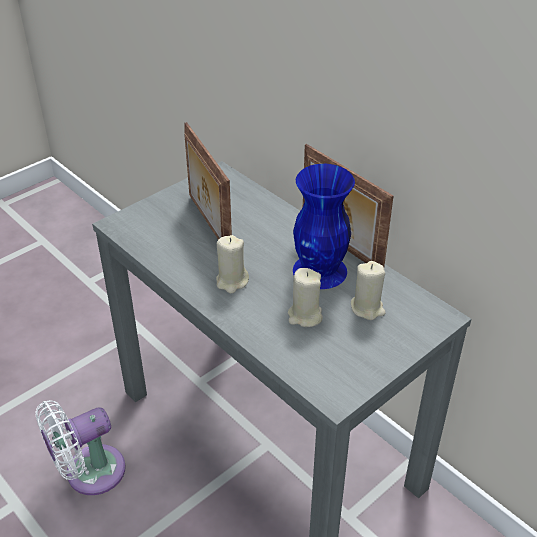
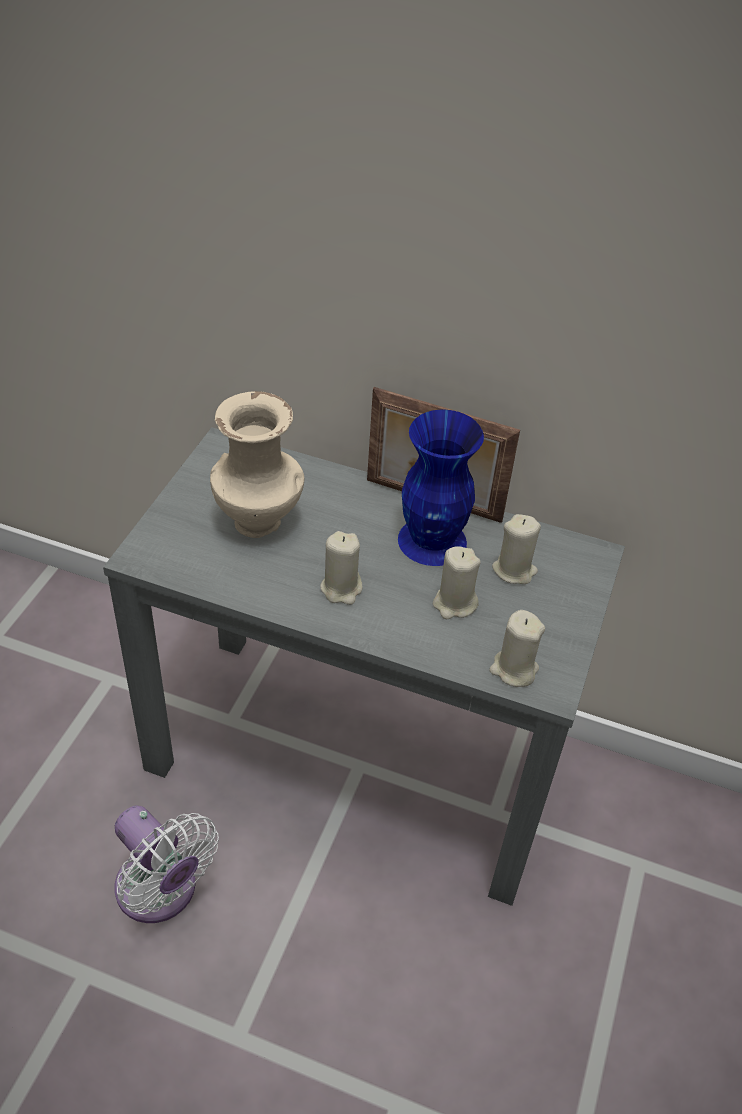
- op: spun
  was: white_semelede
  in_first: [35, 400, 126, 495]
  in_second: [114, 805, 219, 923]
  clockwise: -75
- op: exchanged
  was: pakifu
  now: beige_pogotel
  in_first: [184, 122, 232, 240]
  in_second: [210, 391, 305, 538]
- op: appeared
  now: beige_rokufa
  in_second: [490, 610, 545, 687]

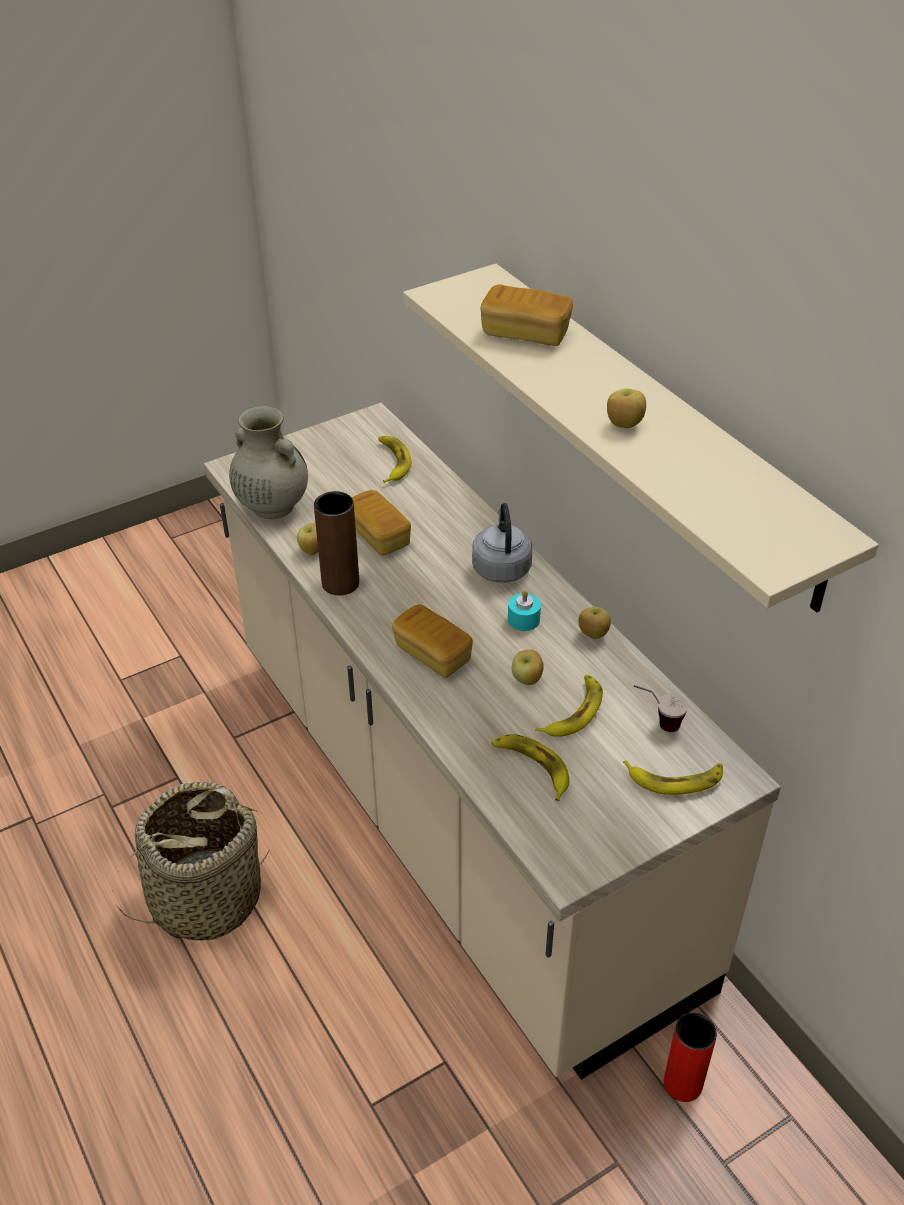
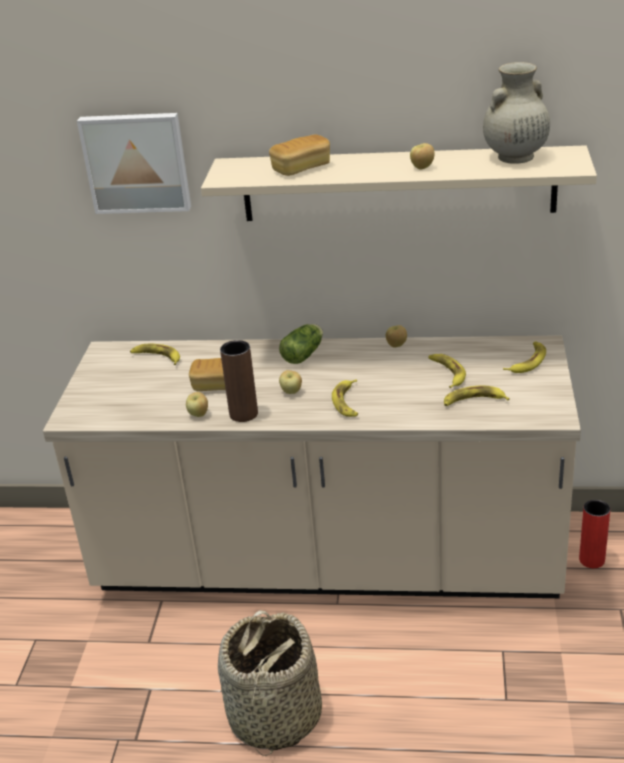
- op: relocated
  was: beige_pogotel
  in_first: [229, 406, 308, 519]
  in_second: [483, 62, 550, 164]
- op: exchanged
  was: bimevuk
  now: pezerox
  in_first: [392, 604, 473, 678]
  in_second: [332, 379, 358, 417]
- op: exchanged
  was: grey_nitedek
  now: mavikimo
  in_first: [472, 503, 533, 583]
  in_second: [279, 324, 323, 364]
- op: missing
  was: turquoise_rokufa
  in_first: [508, 590, 541, 631]
- op: relocated
  was: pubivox
  in_first: [511, 649, 544, 685]
  in_second: [279, 370, 302, 394]
- op: missing
  was: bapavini
  in_first: [634, 685, 689, 732]
- op: appeared
  now: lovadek
  in_second: [77, 113, 191, 214]

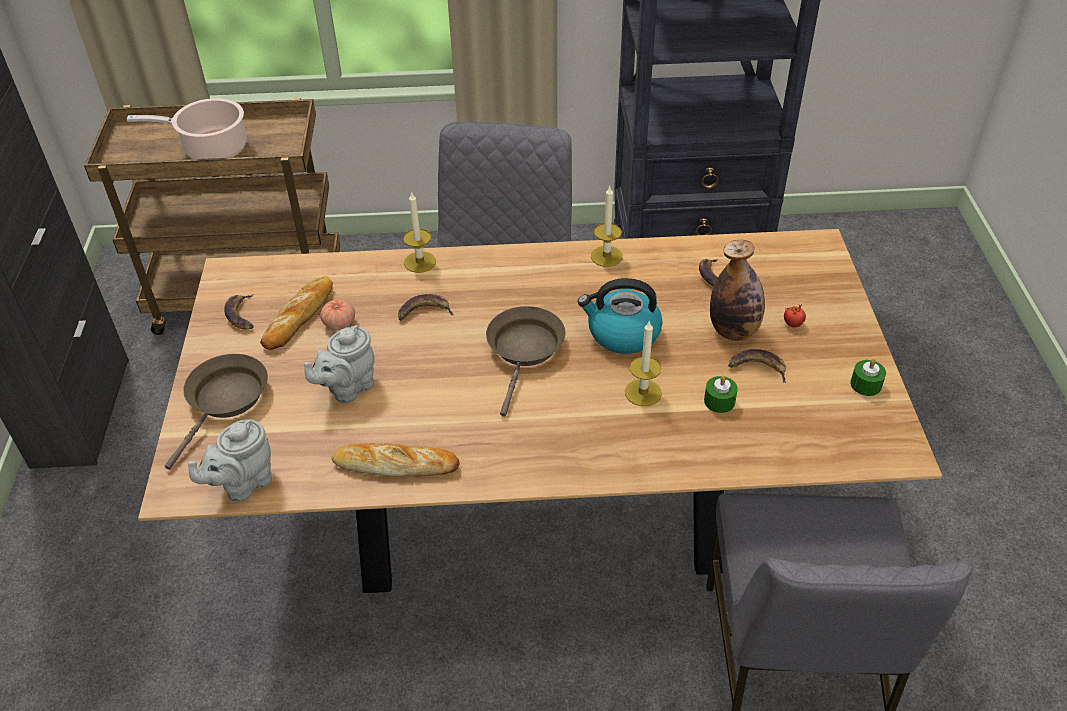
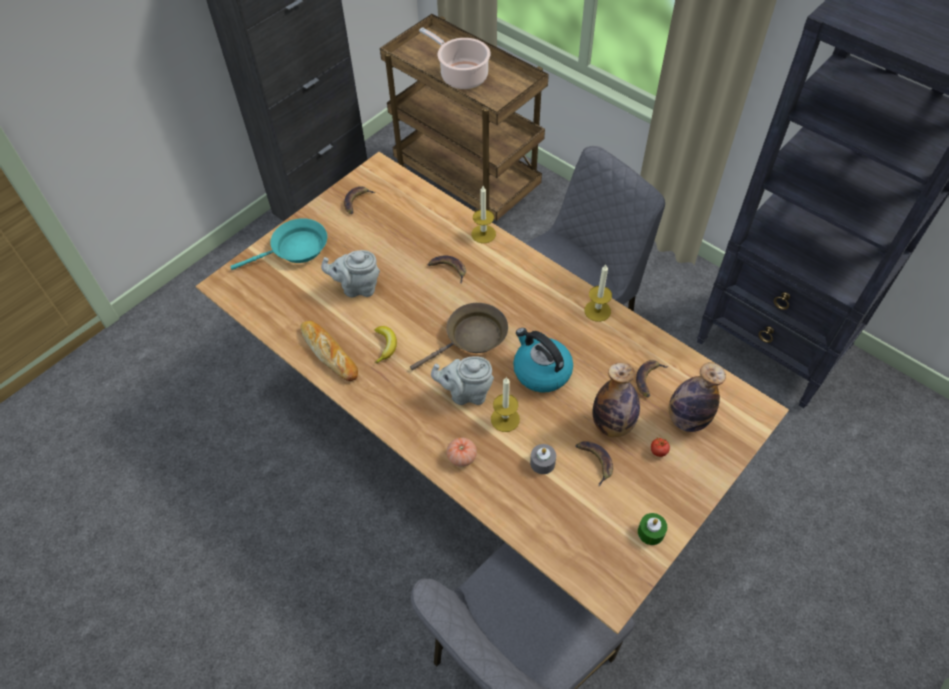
- op: colour
  was: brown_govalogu
  now: turquoise_govalogu
  in_first: [165, 354, 268, 470]
  in_second: [230, 218, 327, 270]
- op: relocated
  was: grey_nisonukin
  in_first: [188, 419, 272, 502]
  in_second: [431, 357, 494, 405]
- op: missing
  was: bimevuk
  in_first: [260, 276, 333, 350]
- op: relocated
  was: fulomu
  in_first: [320, 299, 355, 330]
  in_second: [447, 438, 477, 467]
- op: colour
  was: green_rokufa
  now: grey_rokufa
  in_first: [704, 375, 738, 413]
  in_second: [530, 444, 556, 474]
- op: appeared
  now: pezerox
  in_second: [375, 326, 397, 363]
- op: appeared
  now: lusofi
  in_second: [669, 362, 726, 432]

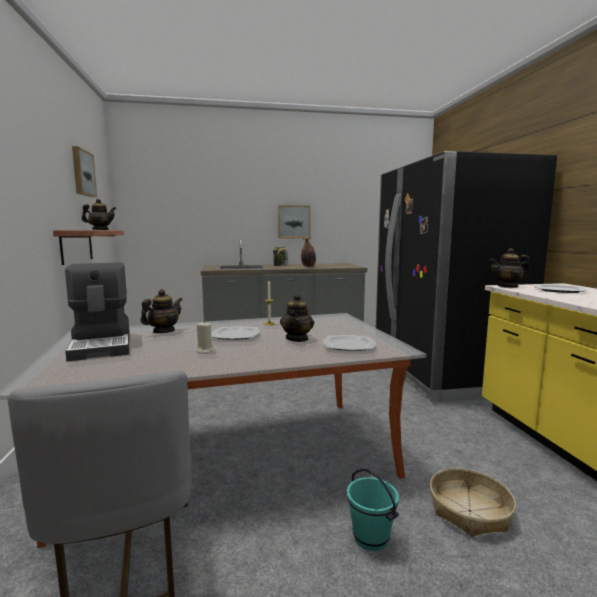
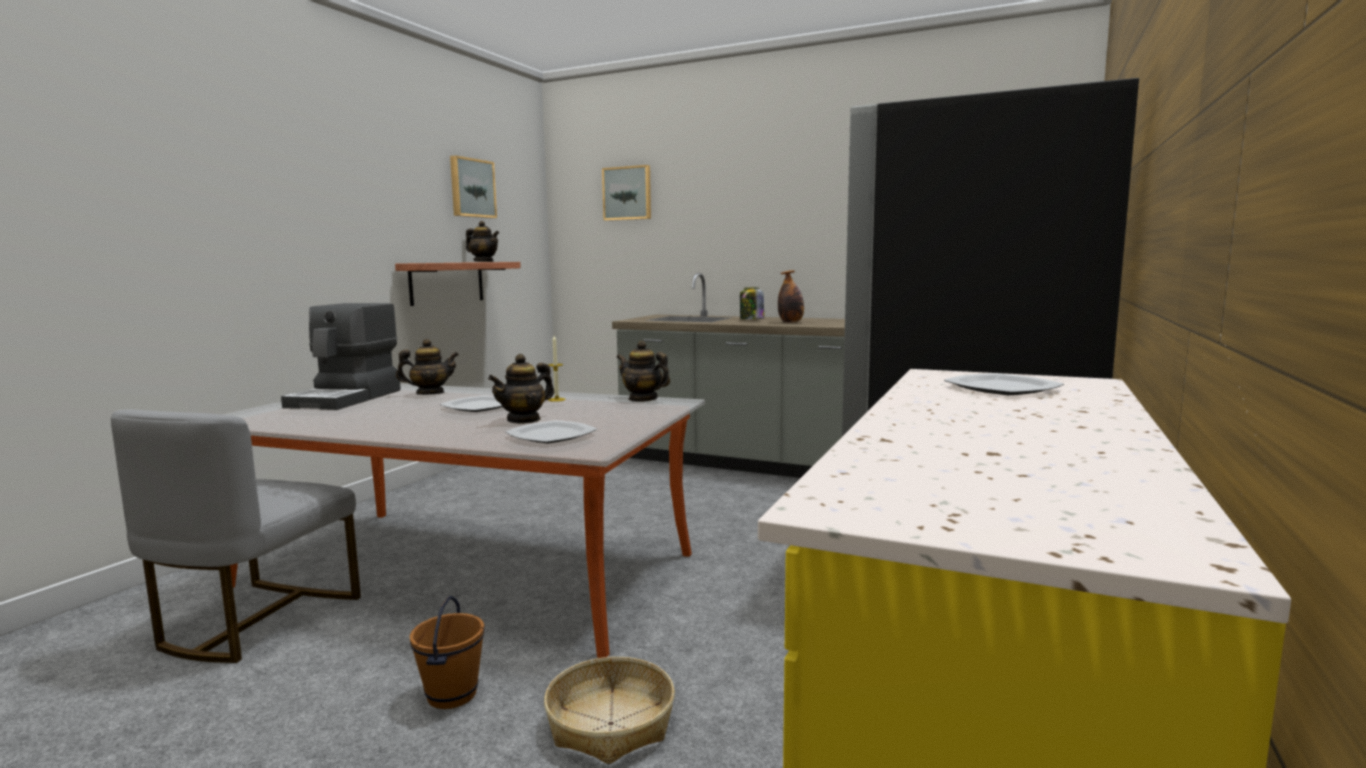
- op: missing
  was: beige_rokufa
  in_first: [196, 322, 214, 354]
- op: relocated
  was: lovadek
  in_first: [278, 205, 310, 238]
  in_second: [602, 165, 651, 221]
- op: colour
  was: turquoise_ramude
  now: brown_ramude
  in_first: [347, 468, 399, 551]
  in_second: [410, 596, 485, 709]
- op: relocated
  was: nisonukin
  in_first: [490, 248, 530, 288]
  in_second: [617, 341, 670, 402]

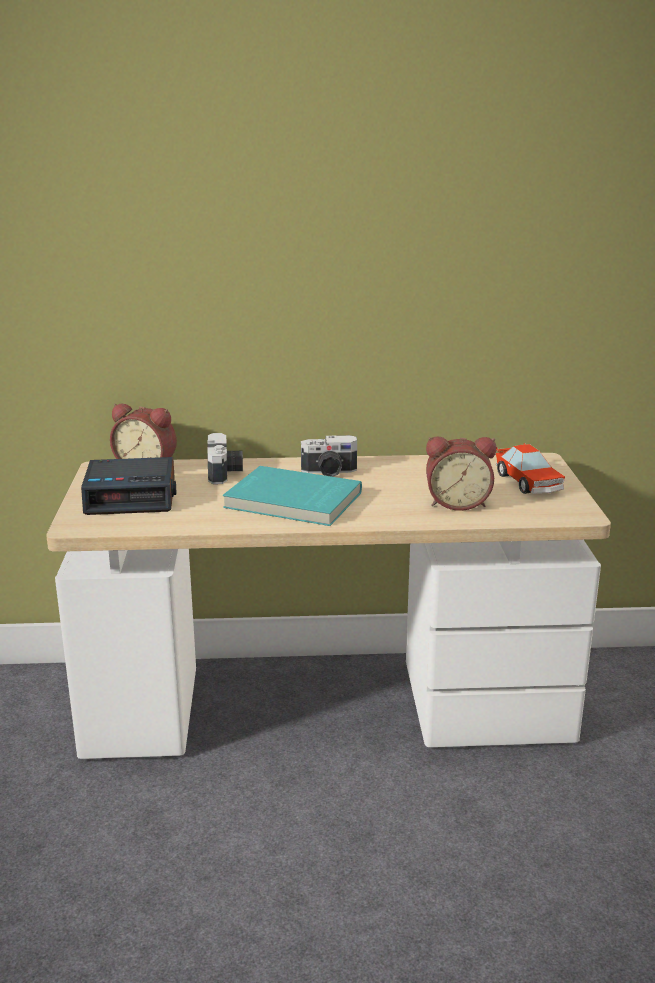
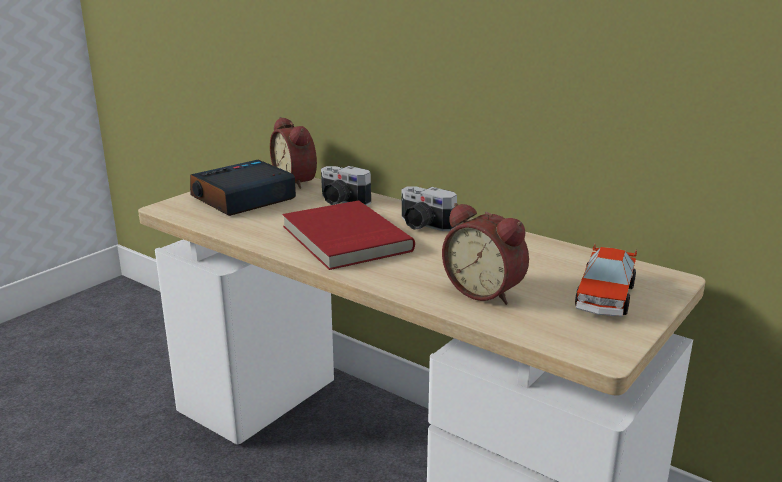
- op: spun
  was: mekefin
  in_first: [81, 457, 176, 515]
  in_second: [190, 160, 296, 216]
  clockwise: 105
- op: spun
  was: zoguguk
  in_first: [207, 433, 243, 484]
  in_second: [321, 166, 371, 206]
  clockwise: 90
- op: colour
  was: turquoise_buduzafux
  now: red_buduzafux
  in_first: [223, 466, 362, 526]
  in_second: [283, 200, 415, 270]

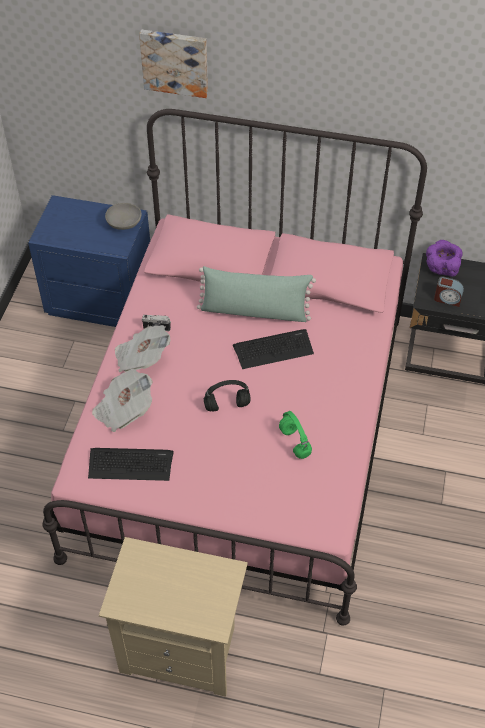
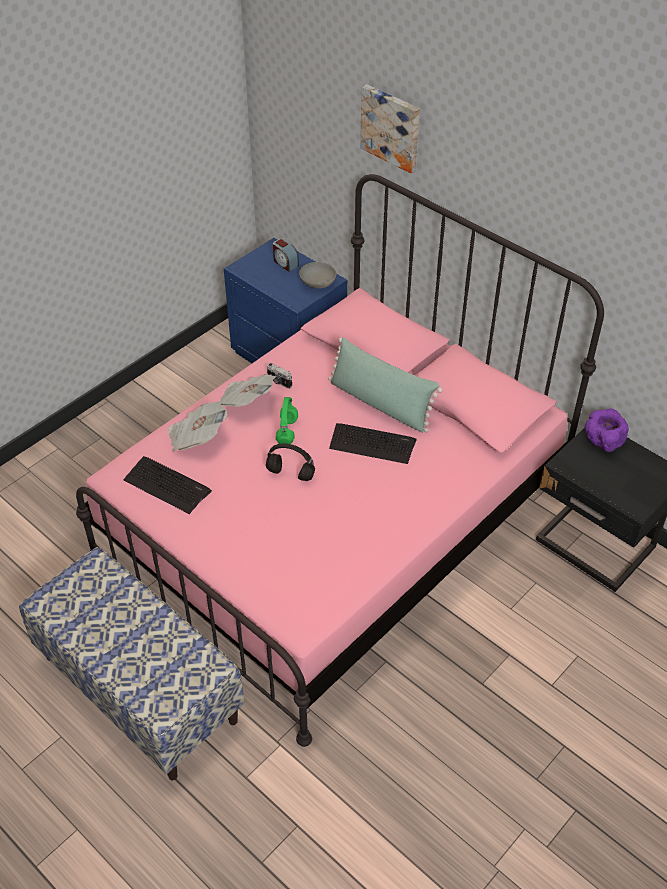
- op: exchanged
  was: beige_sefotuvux
  now: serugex
  in_first: [99, 537, 248, 697]
  in_second: [19, 547, 244, 780]
- op: relocated
  was: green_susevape
  in_first: [279, 411, 312, 459]
  in_second: [276, 397, 298, 444]
- op: relocated
  was: mekefin
  in_first: [434, 276, 464, 307]
  in_second: [273, 238, 299, 272]

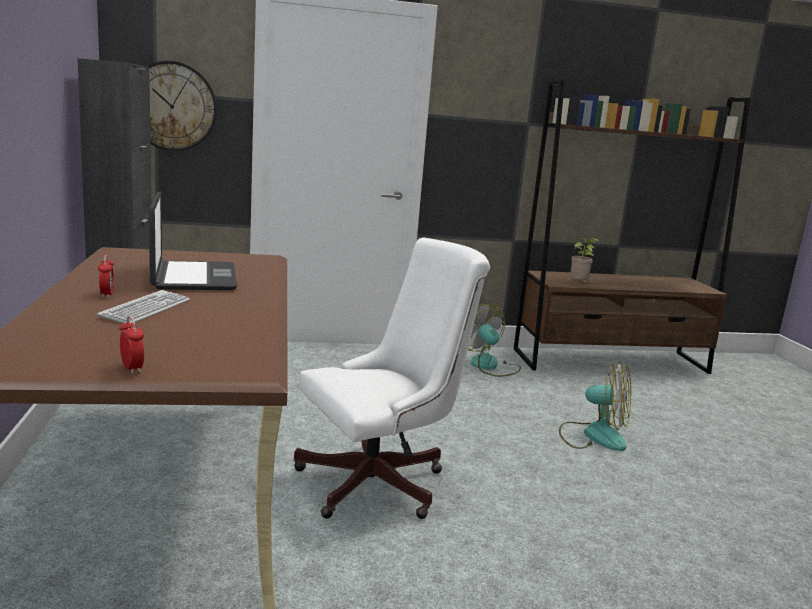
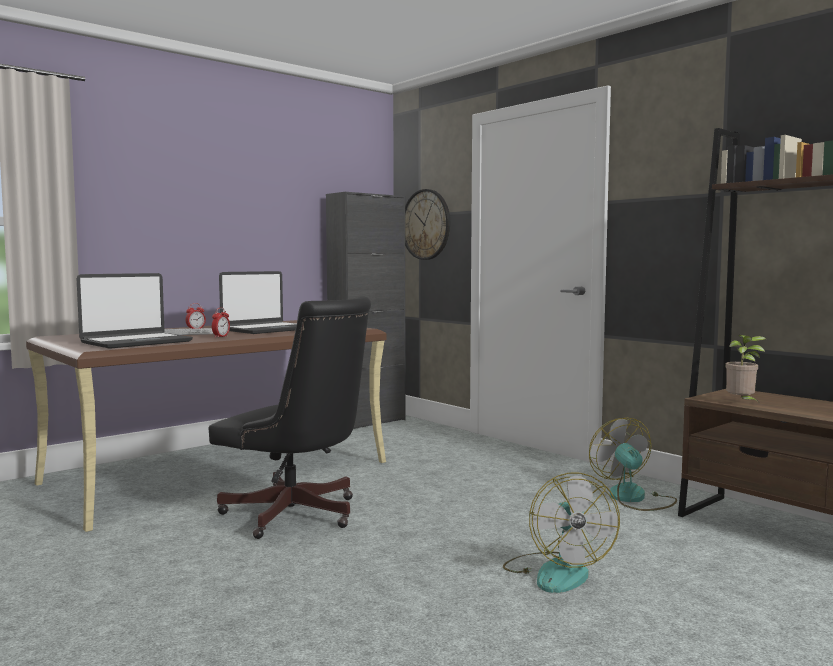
- op: relocated
  was: mekefin
  in_first: [119, 316, 144, 374]
  in_second: [212, 308, 230, 338]
- op: colour
  was: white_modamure
  now: black_modamure
  in_first: [294, 238, 490, 519]
  in_second: [209, 297, 371, 539]
- op: spun
  was: semelede
  in_first: [468, 304, 521, 377]
  in_second: [589, 418, 677, 511]
  clockwise: -45
- op: appeared
  now: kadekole
  in_second: [77, 273, 193, 349]

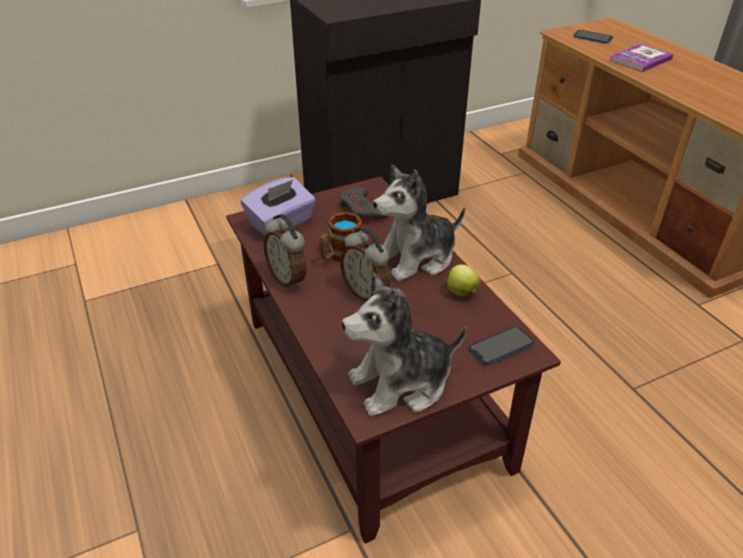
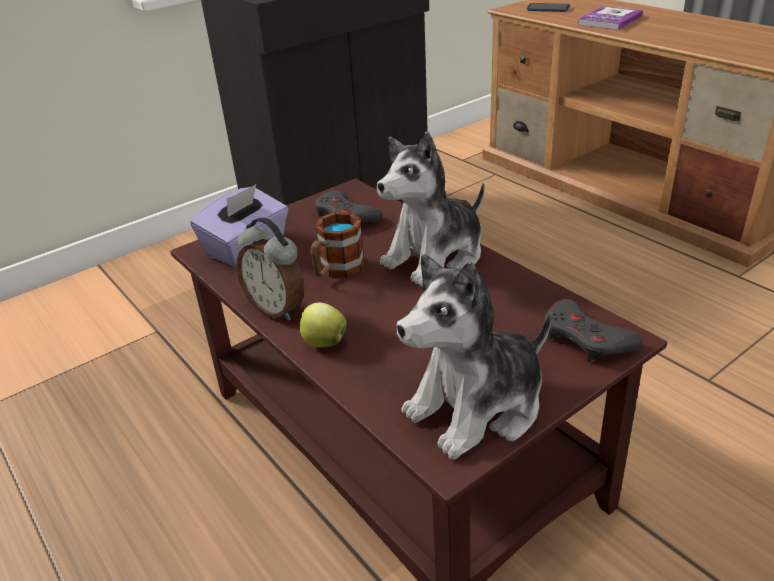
- op: missing
  was: mekefin
  in_first: [340, 227, 391, 301]
- op: relocated
  was: pubivox
  in_first: [447, 264, 481, 296]
  in_second: [300, 303, 346, 347]
- op: exchanged
  was: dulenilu
  now: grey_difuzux
  in_first: [469, 326, 534, 365]
  in_second: [544, 299, 643, 362]

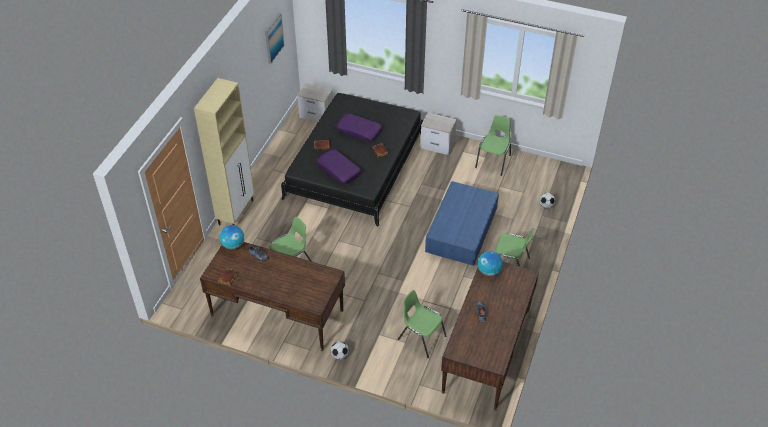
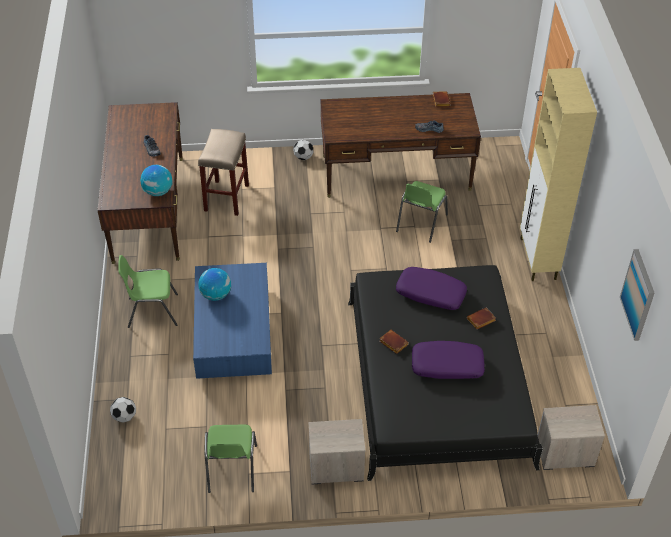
- op: relocated
  was: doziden
  in_first: [220, 225, 244, 249]
  in_second: [198, 268, 231, 301]
- op: exchanged
  was: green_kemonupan
  now: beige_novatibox
  in_first: [398, 290, 446, 358]
  in_second: [198, 129, 249, 216]

